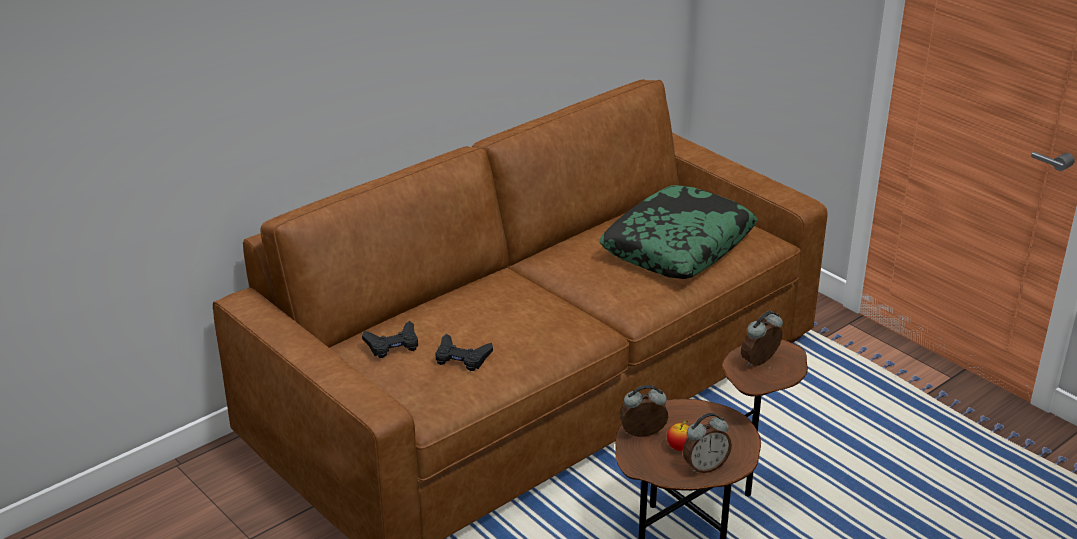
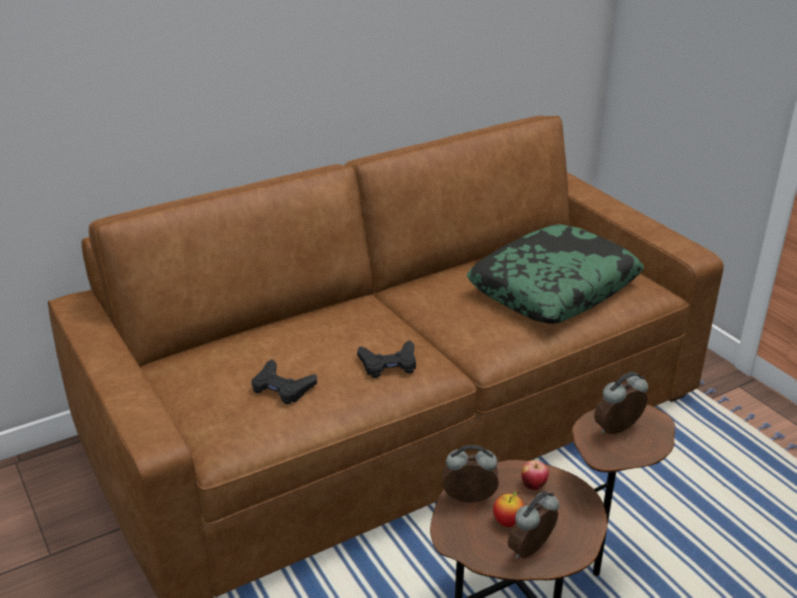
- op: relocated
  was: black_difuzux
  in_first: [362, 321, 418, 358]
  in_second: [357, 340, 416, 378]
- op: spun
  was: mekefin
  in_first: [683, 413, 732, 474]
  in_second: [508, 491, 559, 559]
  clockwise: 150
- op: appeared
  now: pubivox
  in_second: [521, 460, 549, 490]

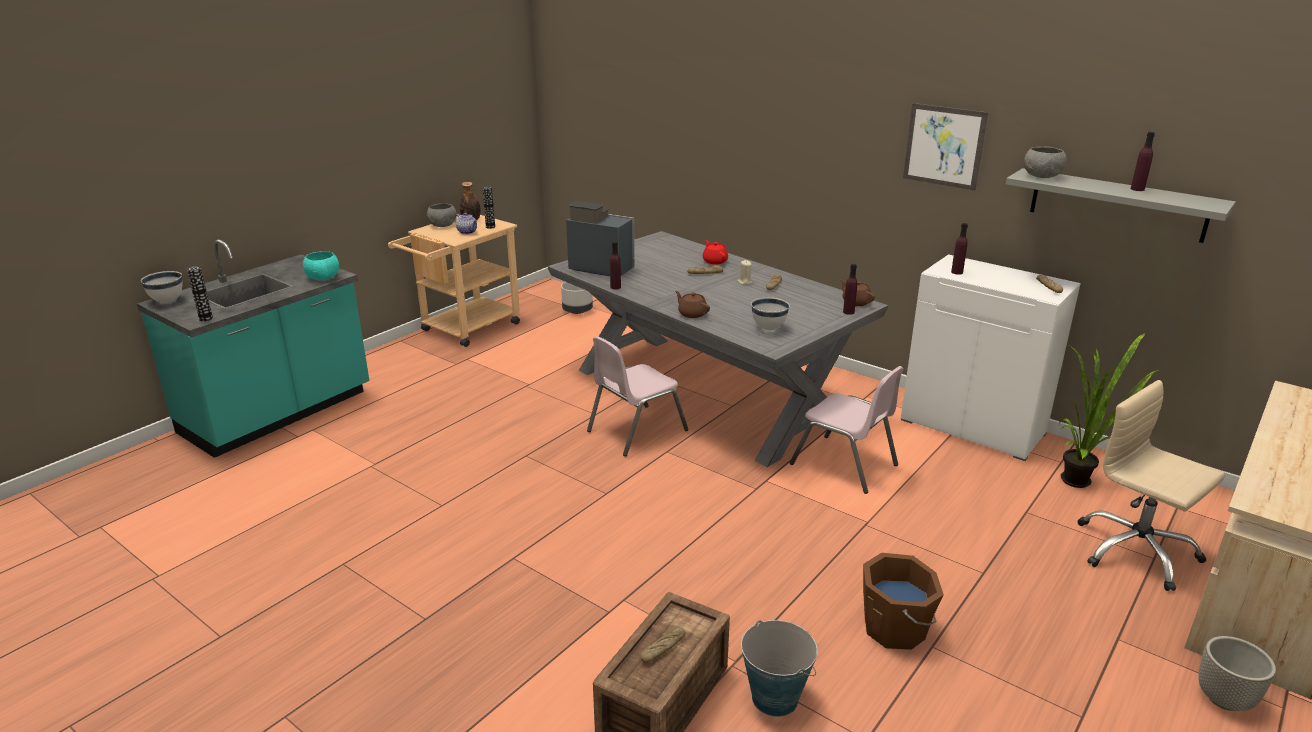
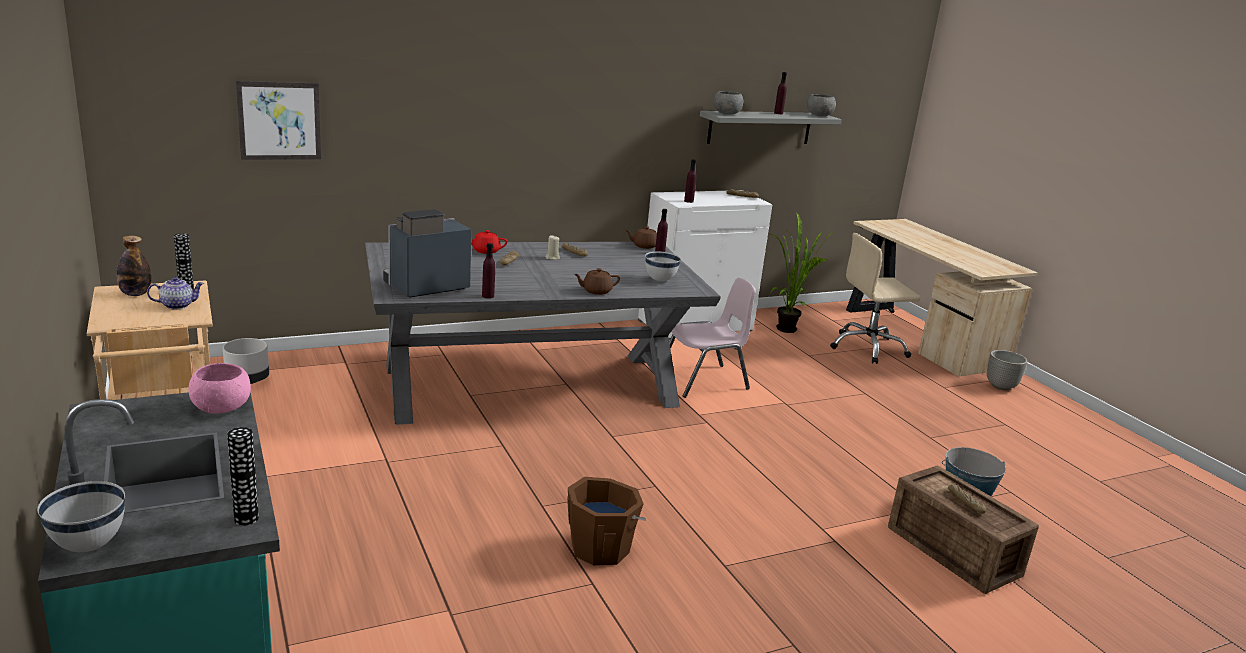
- op: colour
  was: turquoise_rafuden
  now: pink_rafuden
  in_first: [303, 251, 339, 280]
  in_second: [188, 363, 251, 414]
- op: relocated
  was: grey_rafuden
  in_first: [427, 203, 457, 227]
  in_second: [807, 94, 836, 116]
- op: missing
  was: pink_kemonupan
  in_first: [587, 336, 689, 456]
- op: relocated
  was: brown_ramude
  in_first: [863, 553, 944, 650]
  in_second: [567, 477, 646, 565]
- op: relocated
  was: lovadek
  in_first: [903, 103, 988, 191]
  in_second: [236, 81, 321, 160]

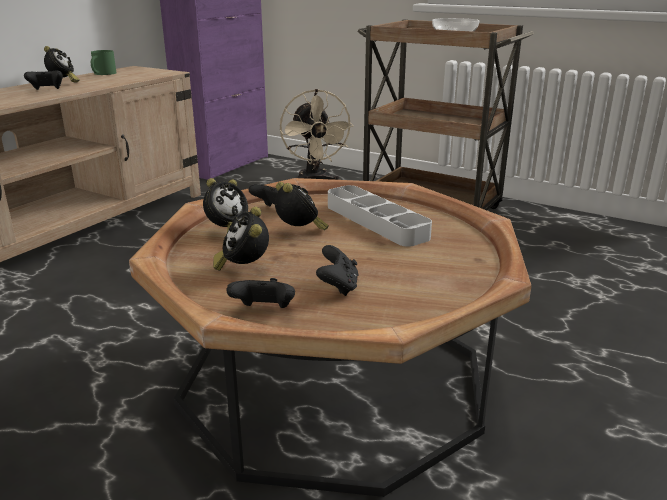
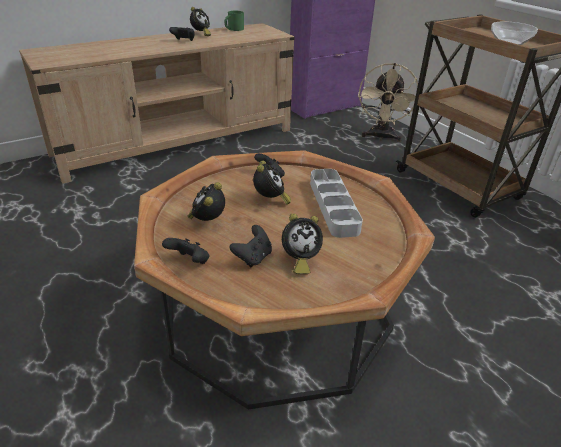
- op: relocated
  was: mekefin
  in_first: [203, 178, 248, 233]
  in_second: [282, 213, 323, 274]

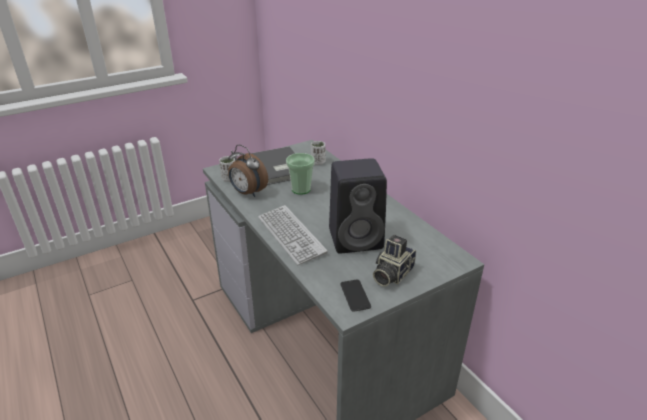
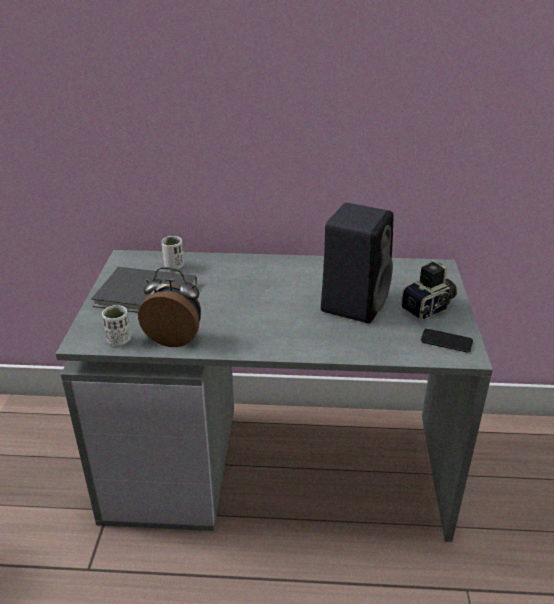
- op: spun
  was: mekefin
  in_first: [228, 145, 268, 197]
  in_second: [138, 267, 201, 347]
  clockwise: -150
- op: missing
  was: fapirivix
  in_first: [258, 205, 328, 265]
- op: missing
  was: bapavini
  in_first: [286, 153, 315, 195]
- op: spun
  was: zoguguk
  in_first: [373, 235, 416, 286]
  in_second: [401, 260, 458, 320]
  clockwise: -105

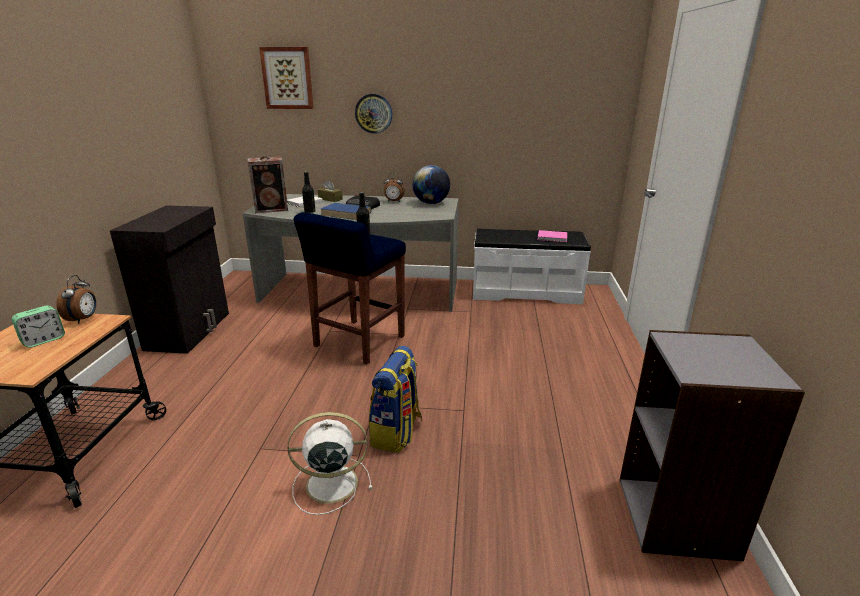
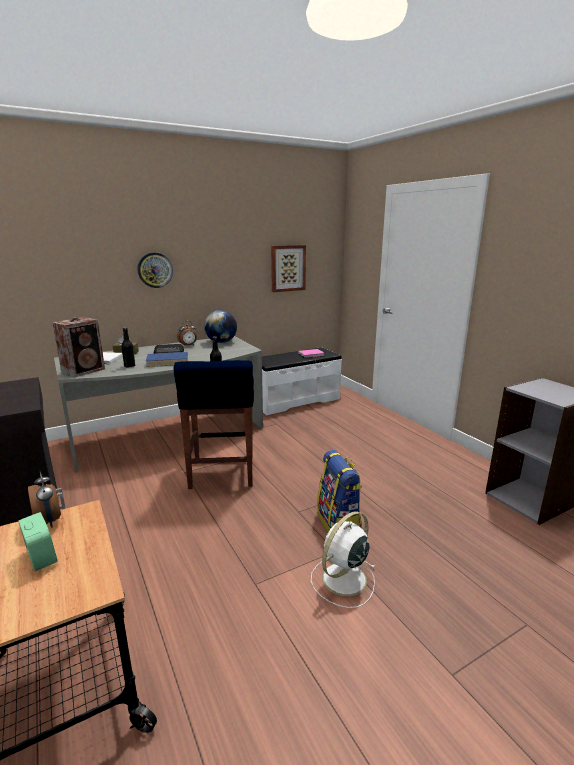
- op: spun
  was: mekefin
  in_first: [12, 305, 65, 348]
  in_second: [18, 512, 58, 571]
  clockwise: -45
- op: relocated
  was: lovadek
  in_first: [259, 47, 314, 109]
  in_second: [271, 245, 306, 292]

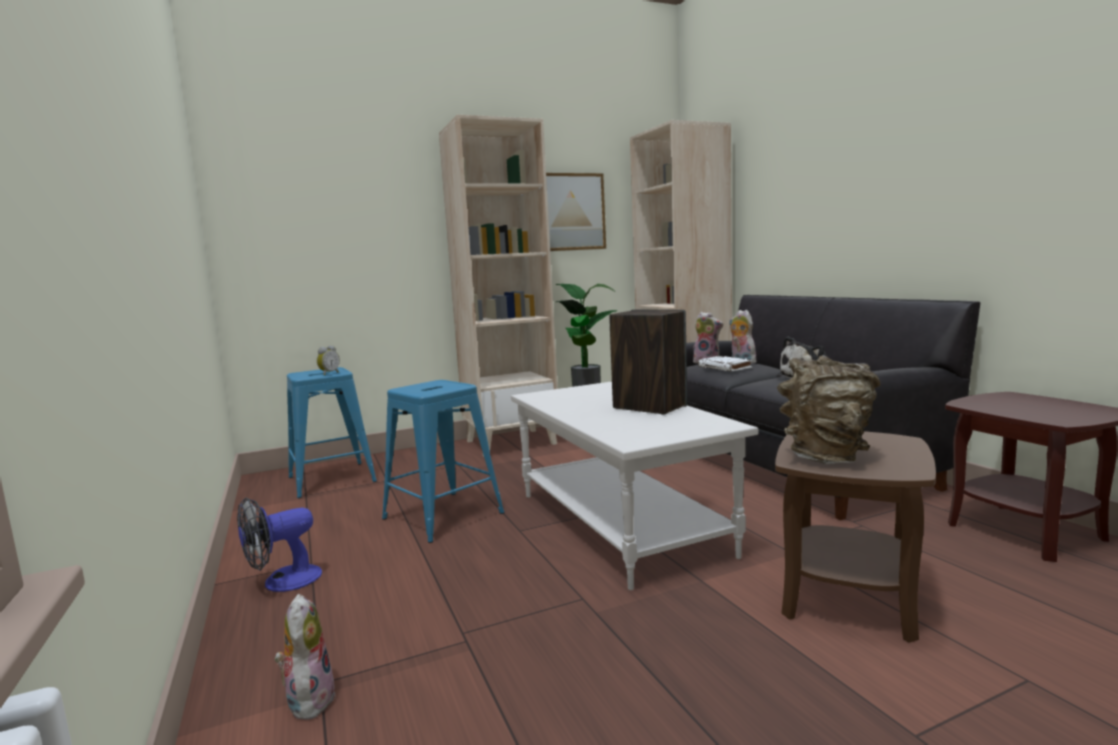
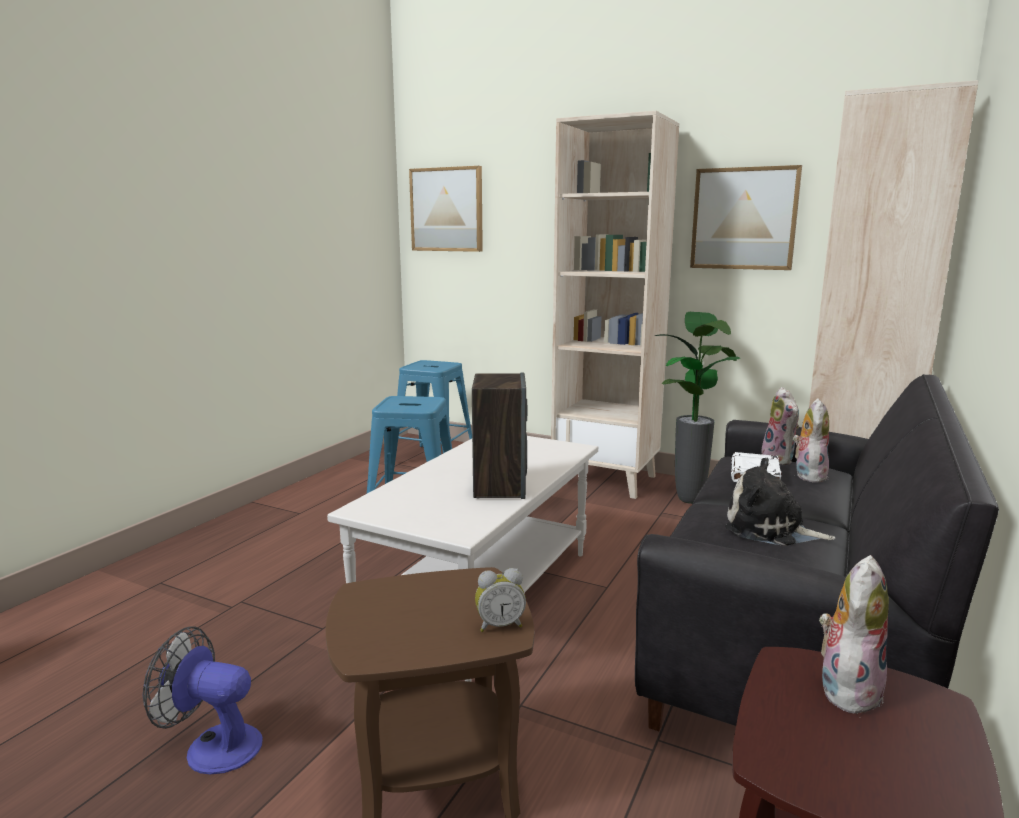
- op: relocated
  was: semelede
  in_first: [237, 498, 322, 592]
  in_second: [143, 627, 263, 774]
- op: relocated
  was: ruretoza
  in_first: [275, 594, 336, 720]
  in_second: [818, 555, 889, 714]
- op: relocated
  was: mekefin
  in_first: [317, 345, 340, 375]
  in_second: [475, 568, 526, 632]
- op: missing
  was: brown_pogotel
  in_first: [777, 355, 880, 464]
- op: appeared
  now: lovadek
  in_second: [409, 166, 483, 252]

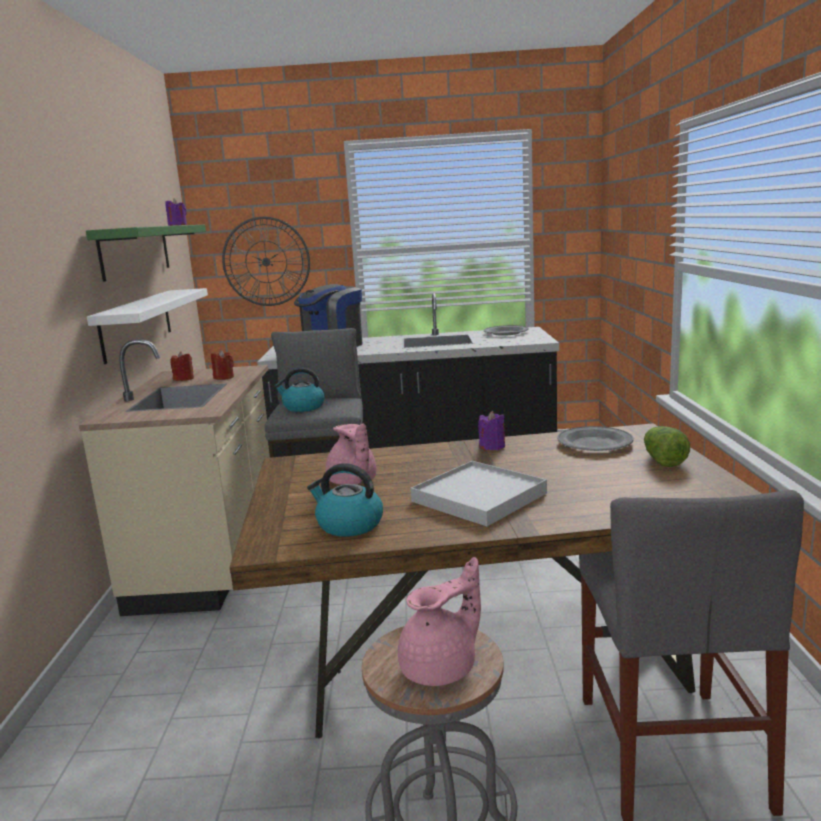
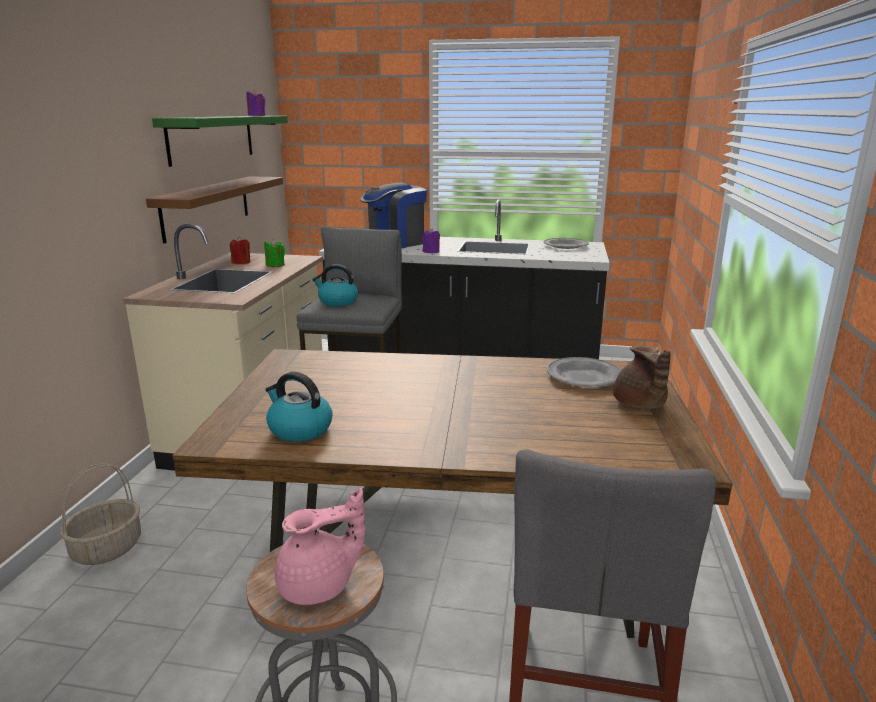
- op: colour
  was: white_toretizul
  now: brown_toretizul
  in_first: [87, 288, 208, 364]
  in_second: [146, 176, 283, 243]
- op: colour
  was: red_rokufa
  now: green_rokufa
  in_first: [211, 350, 234, 380]
  in_second: [264, 239, 285, 267]
- op: missing
  was: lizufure
  in_first: [222, 217, 310, 306]
- op: missing
  was: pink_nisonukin
  in_first: [325, 423, 376, 485]
- op: missing
  was: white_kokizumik
  in_first: [411, 461, 547, 526]
- op: relocated
  was: purple_rokufa
  in_first: [478, 411, 505, 450]
  in_second: [423, 228, 440, 253]
- op: exchanged
  was: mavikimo
  now: brown_nisonukin
  in_first: [644, 426, 690, 467]
  in_second: [613, 345, 671, 409]
- op: appeared
  now: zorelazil
  in_second: [60, 463, 141, 565]

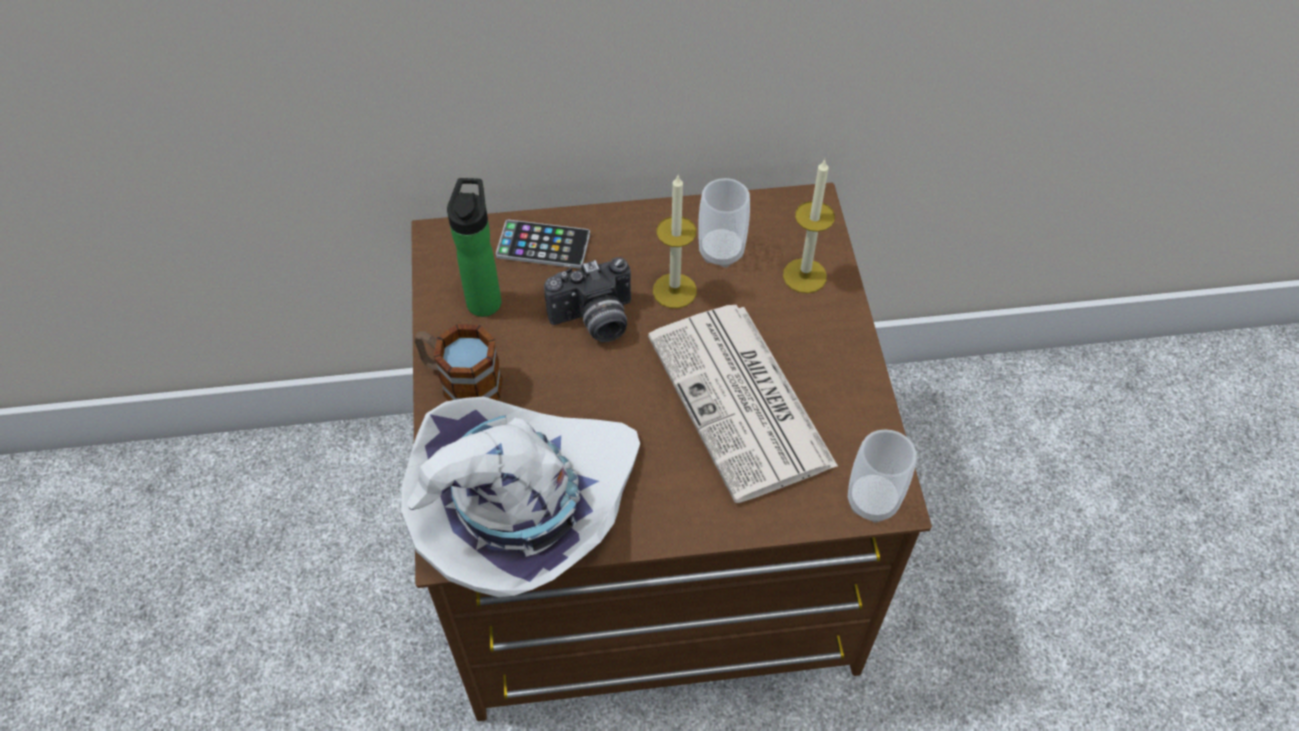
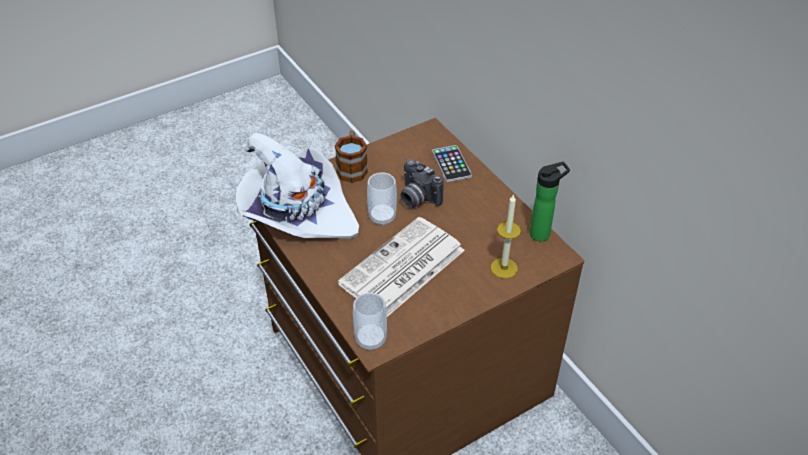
- op: relocated
  was: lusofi
  in_first: [447, 178, 501, 317]
  in_second: [530, 162, 570, 241]
- op: missing
  was: rokufa
  in_first: [653, 175, 697, 308]
- op: relocated
  was: bapavini
  in_first: [698, 178, 750, 267]
  in_second: [367, 172, 397, 226]

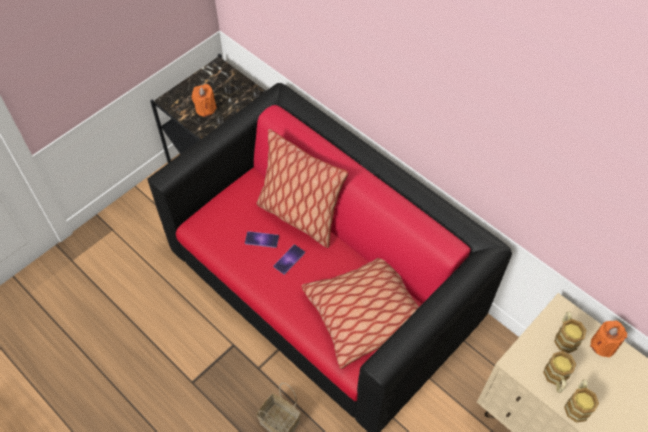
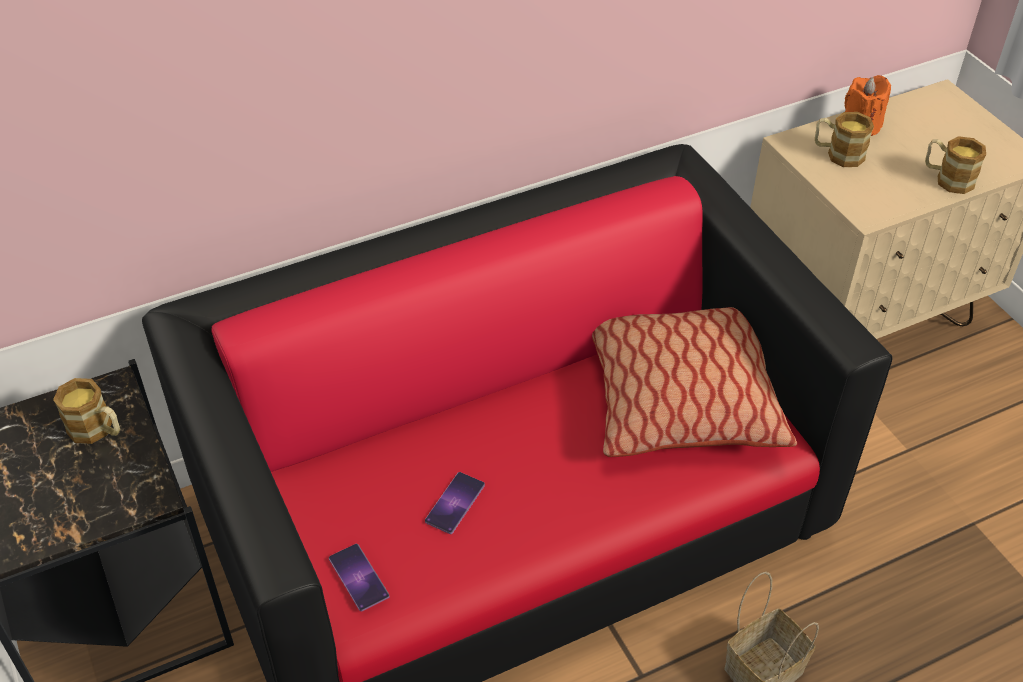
- op: missing
  was: orange_rokufa
  in_first: [192, 84, 217, 117]
- op: missing
  was: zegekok
  in_first: [256, 129, 348, 248]
- op: relocated
  was: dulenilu
  in_first: [273, 244, 305, 275]
  in_second: [329, 544, 390, 611]
- op: relocated
  was: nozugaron
  in_first: [543, 351, 576, 393]
  in_second: [53, 378, 120, 444]

